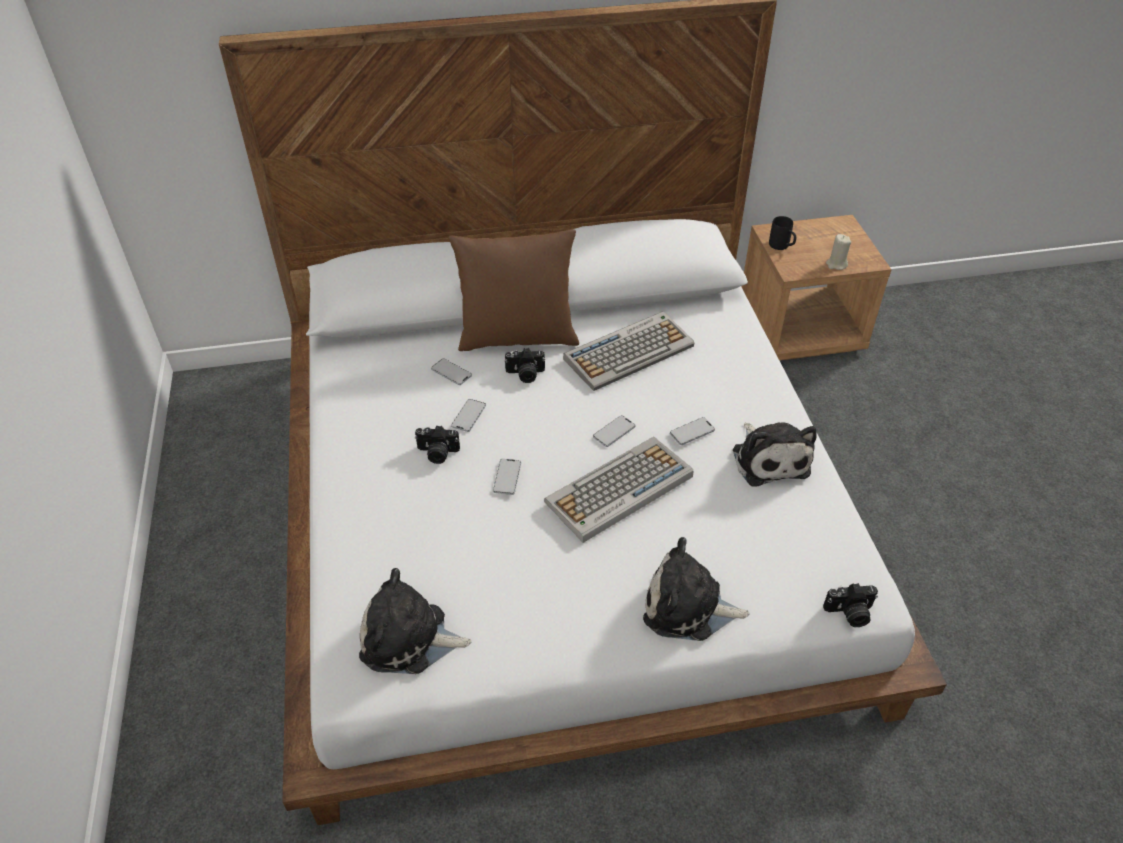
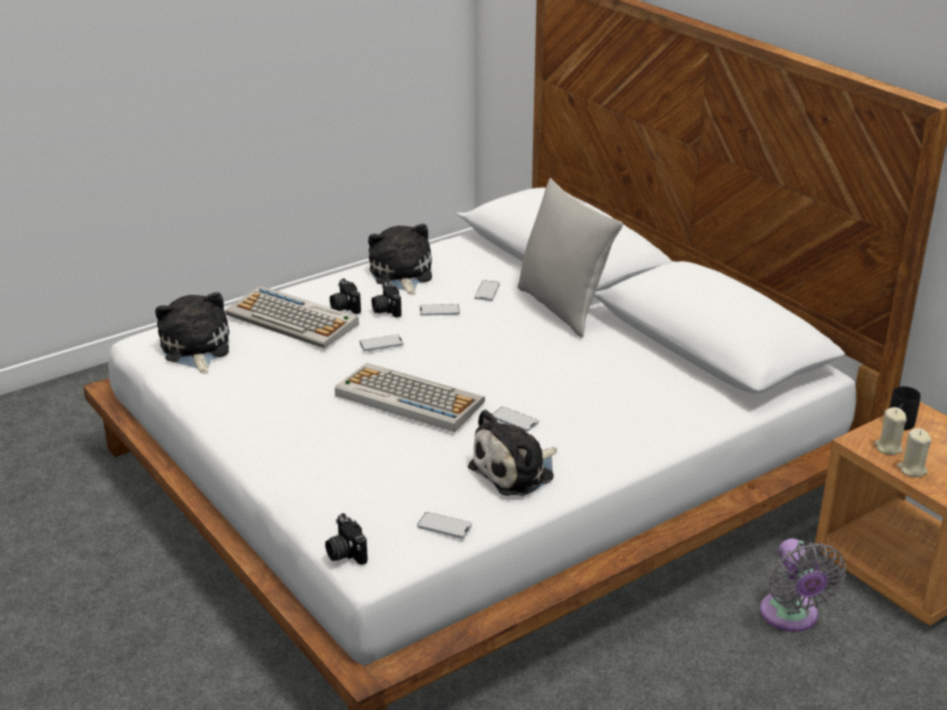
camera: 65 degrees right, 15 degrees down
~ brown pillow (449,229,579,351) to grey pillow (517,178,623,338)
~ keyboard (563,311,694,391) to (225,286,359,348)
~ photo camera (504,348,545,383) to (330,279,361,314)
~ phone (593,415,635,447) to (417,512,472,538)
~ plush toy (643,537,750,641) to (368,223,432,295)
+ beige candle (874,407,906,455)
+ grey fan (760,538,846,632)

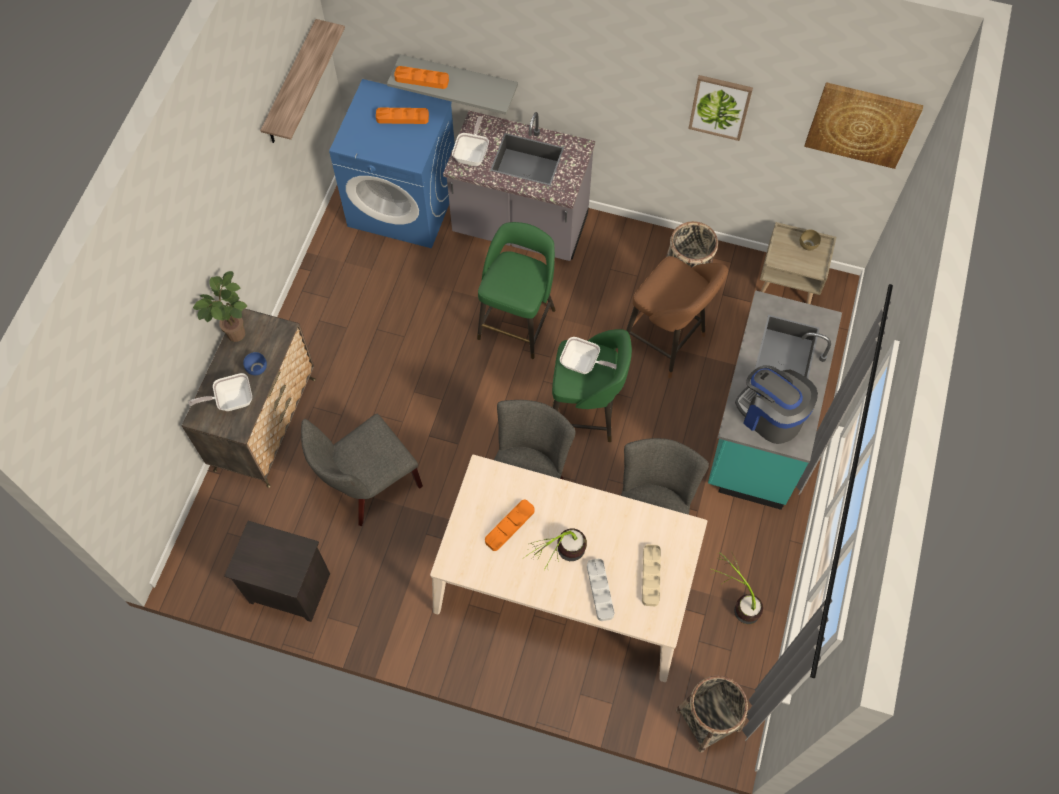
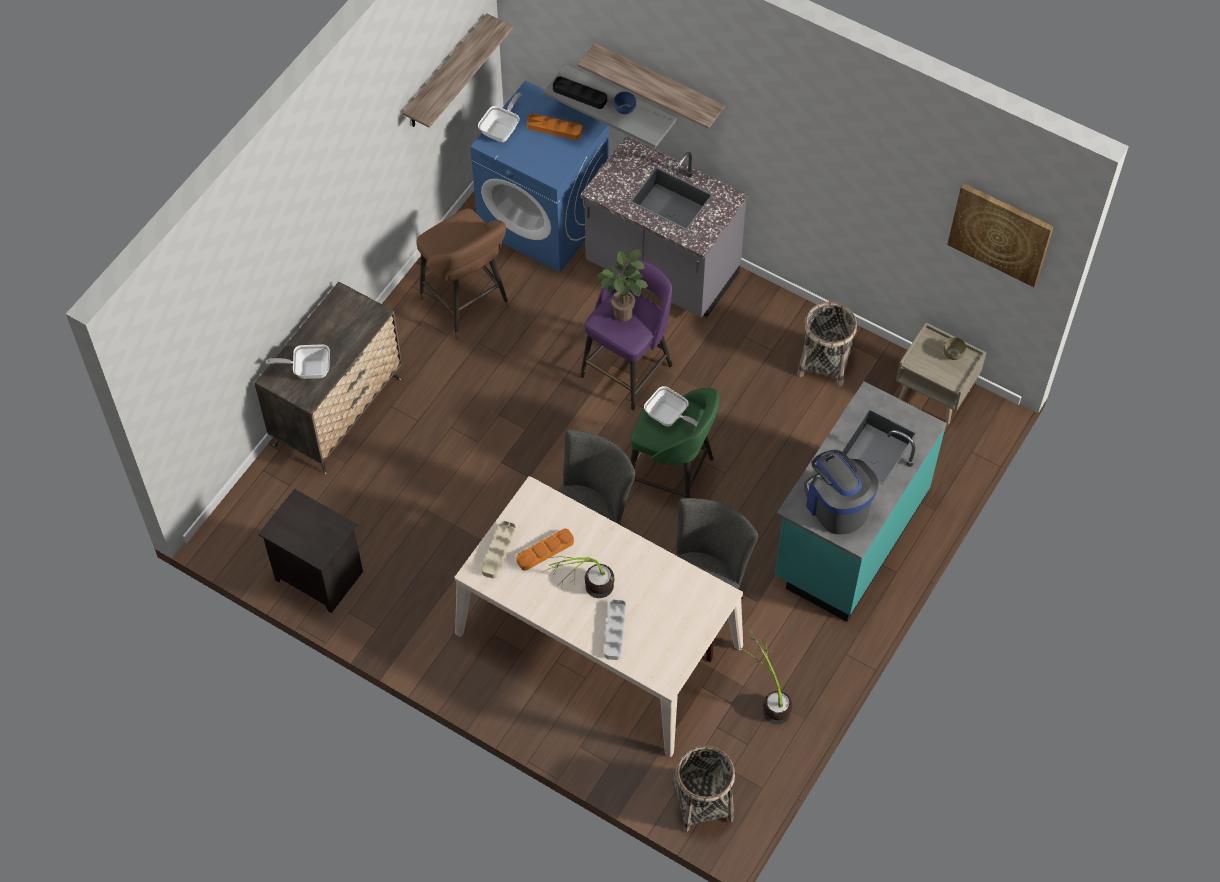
camera: 15 degrees right, 5 degrees down
~ orange tray (394,66,449,89) to black tray (553,76,607,109)
- picture (688,75,753,141)
~ frying pan (452,116,489,166) to (478,93,522,142)
~ green stool (477,222,556,359) to purple stool (580,259,672,410)
~ brown stool (626,256,728,378) to (416,209,510,340)
~ potted plant (193,271,247,342) to (597,249,648,322)
~ blue bowl (243,352,267,375) to (614,91,636,114)
- grey chair (301,414,423,526)
~ beige tray (642,544,661,606) to (481,521,516,578)
+ shelf (578,43,725,129)

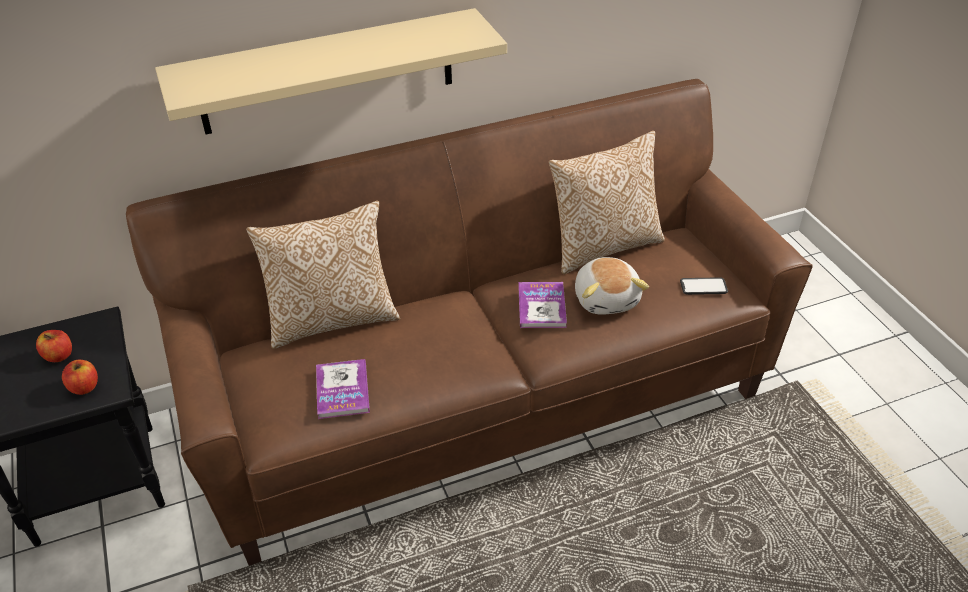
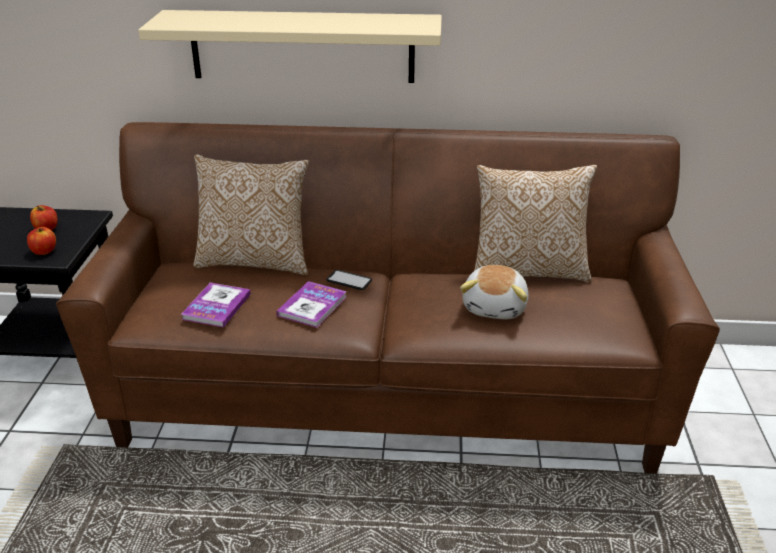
camera: 25 degrees right, 10 degrees down
~ phone (680,277,728,295) to (326,270,372,290)
~ book (518,282,567,328) to (277,281,347,328)

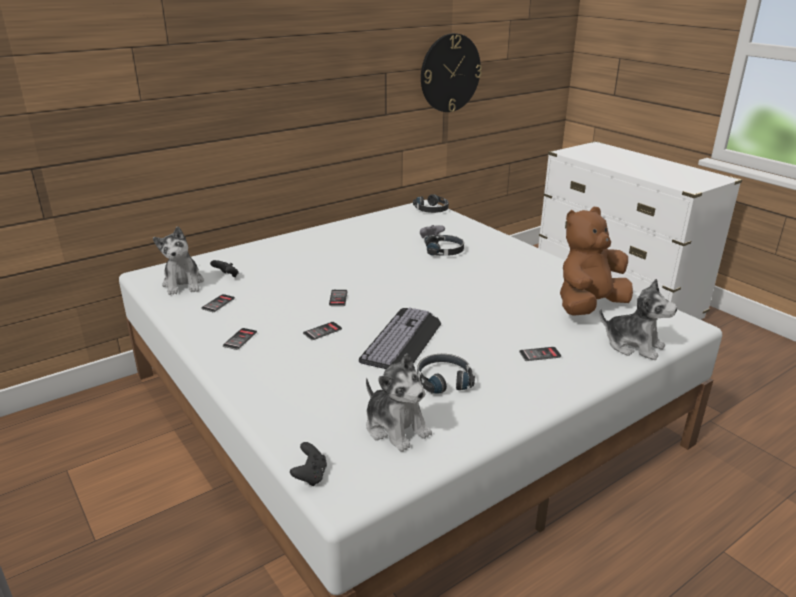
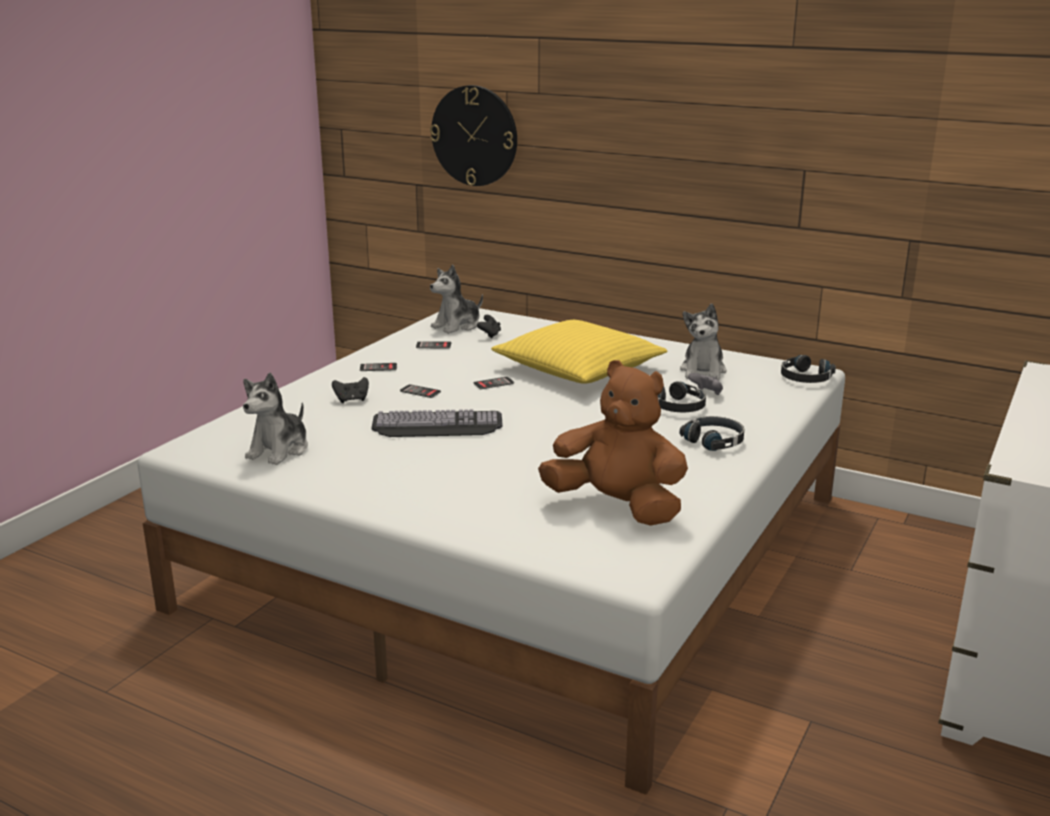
camera: 65 degrees right, 5 degrees down
~ wall clock (421,33,482,112) to (430,85,517,186)
~ plush toy (600,279,677,360) to (680,304,727,381)
- phone (519,347,561,361)
~ black headphones (417,354,475,394) to (679,416,744,451)
~ black game controller (290,442,327,486) to (332,377,369,403)
+ yellow pillow (491,320,668,384)

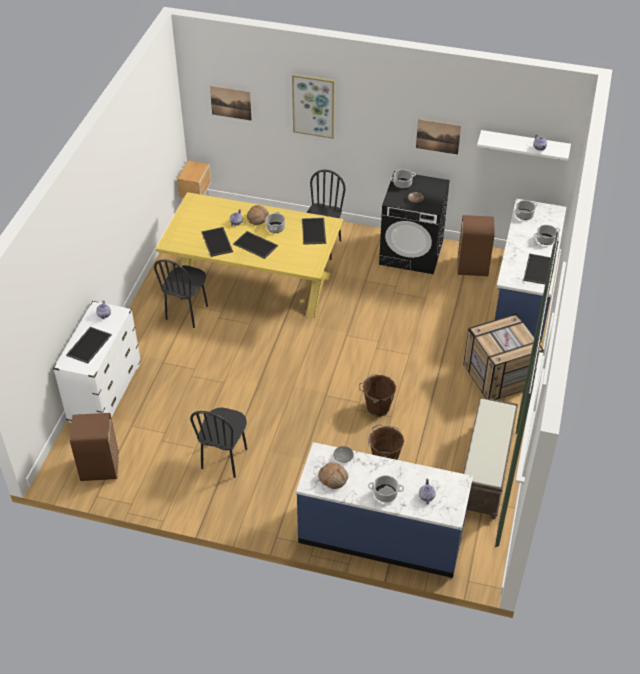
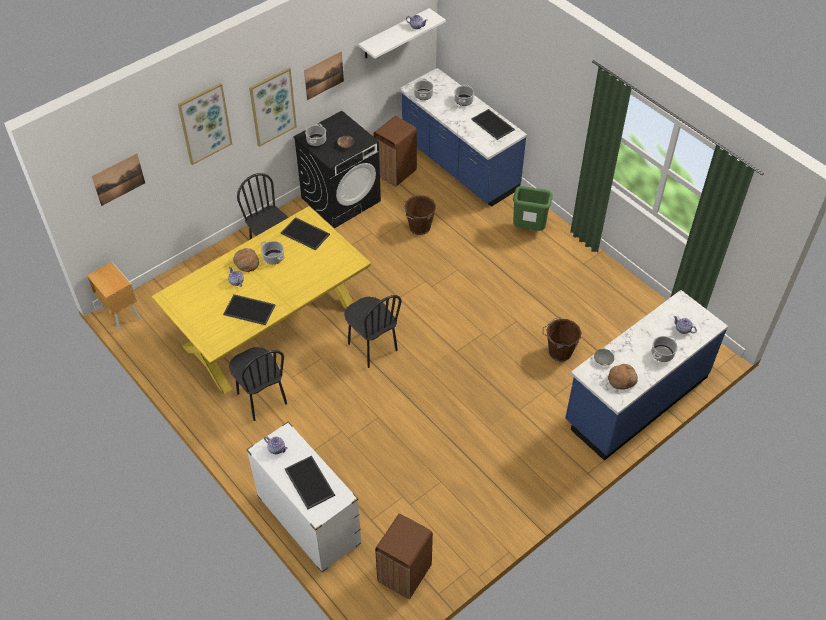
camera: 55 degrees left, 5 degrees up
- tray (233,231,278,259)
~ crate (463,313,544,400) to green trash can (513,186,553,231)
~ brown bucket (359,374,396,417) to (403,195,436,235)
- brown bench (463,397,518,519)
~ black chair (190,407,247,478) to (344,295,401,368)
+ picture (249,68,297,147)

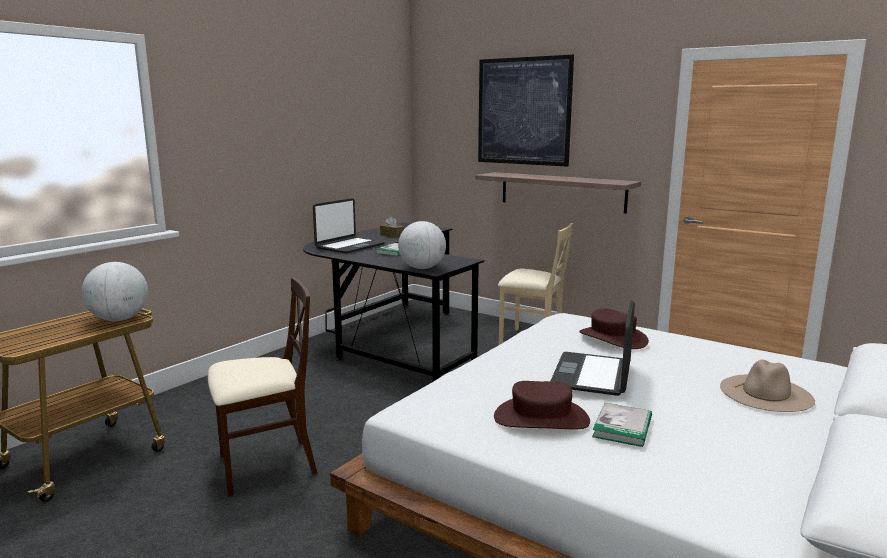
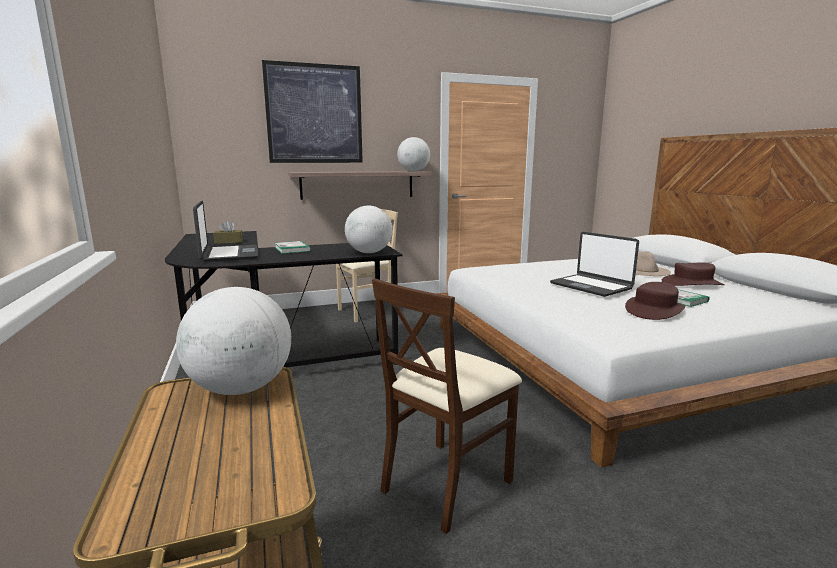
camera: 55 degrees left, 0 degrees up
~ beige chair (208,278,318,497) = (372,279,522,534) 150 degrees counterclockwise
~ brown hat (579,308,649,349) to (662,262,725,286)
+ globe (397,137,430,171)

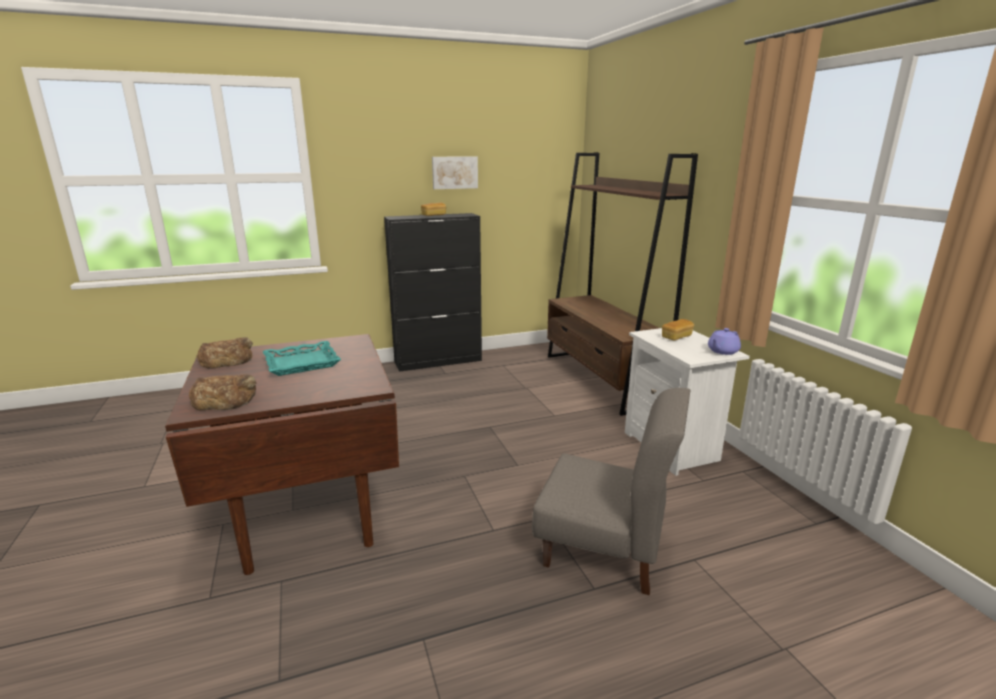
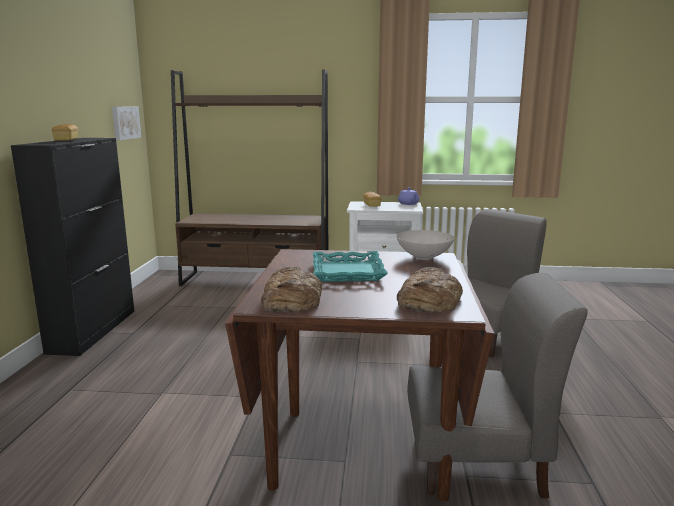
camera: 65 degrees left, 5 degrees down
~ picture (432,156,478,189) to (112,107,141,140)
+ white bowl (396,230,455,260)
+ grey chair (407,273,588,498)

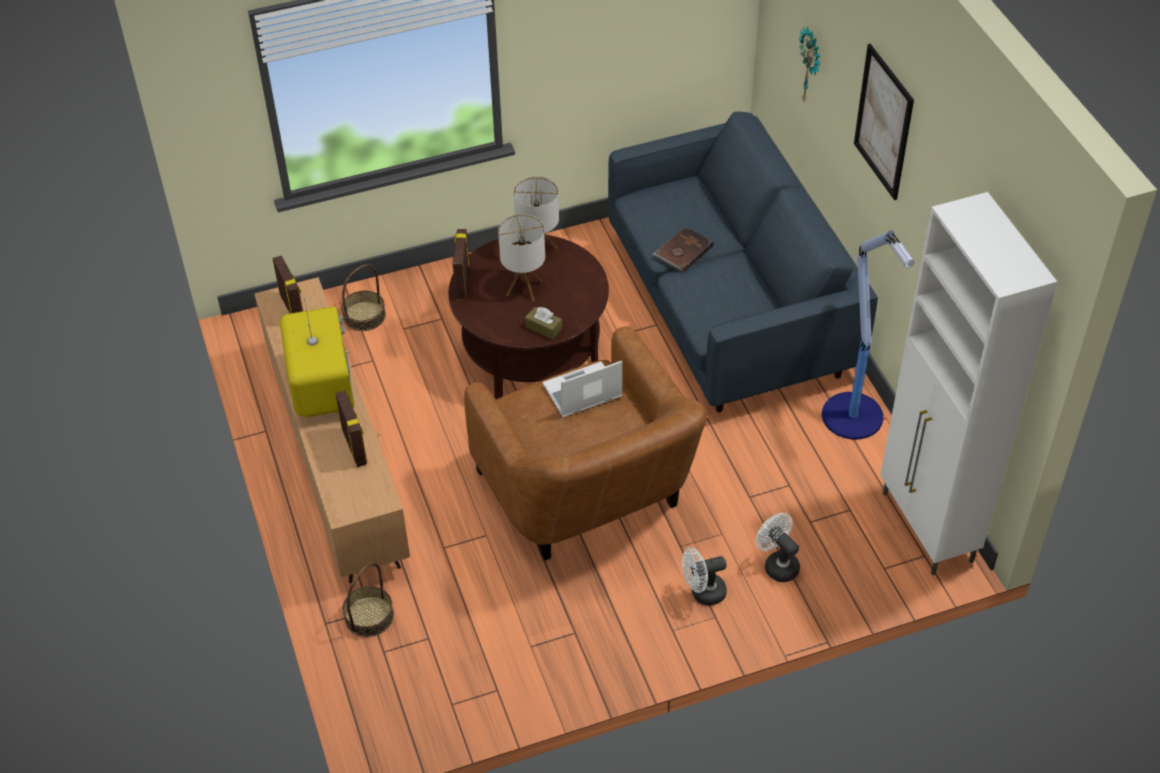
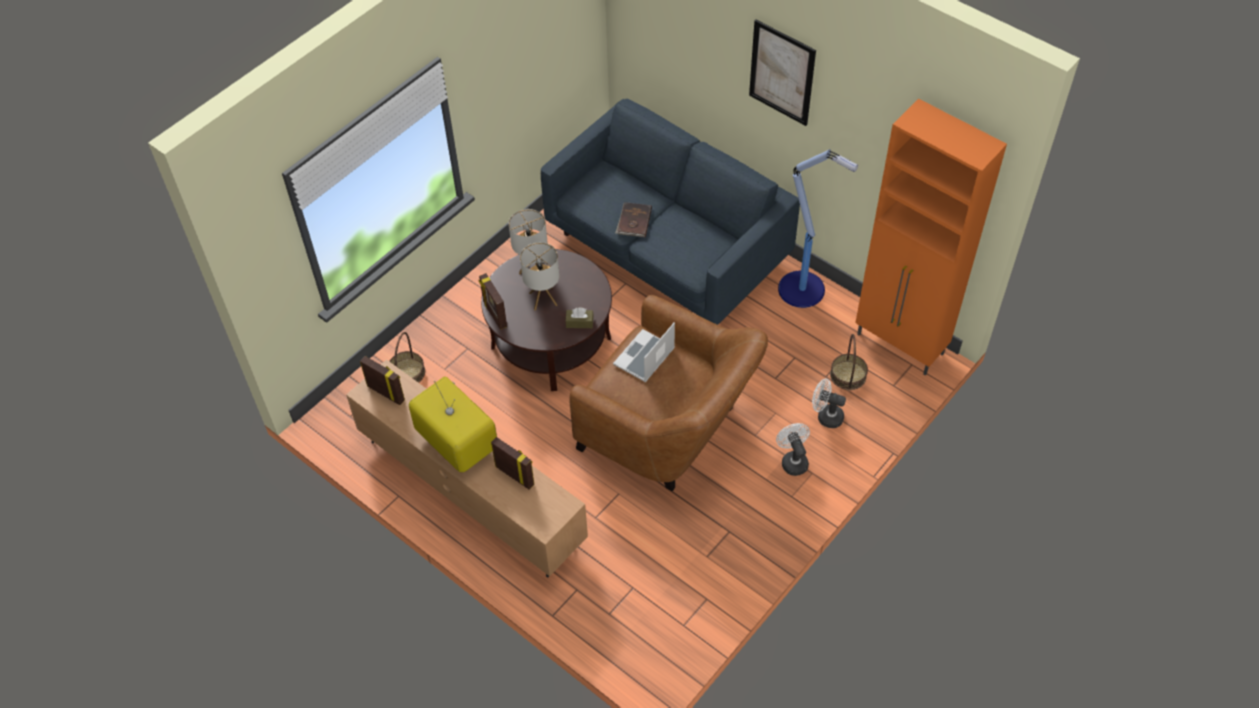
camera: 30 degrees left, 5 degrees up
- wall clock (799,26,820,101)
~ white cabinet (880,192,1057,575) to orange cabinet (855,99,1007,375)
~ white fan (682,547,727,606) = (776,423,810,476) 120 degrees clockwise
~ basket (342,562,394,637) to (830,334,868,390)

